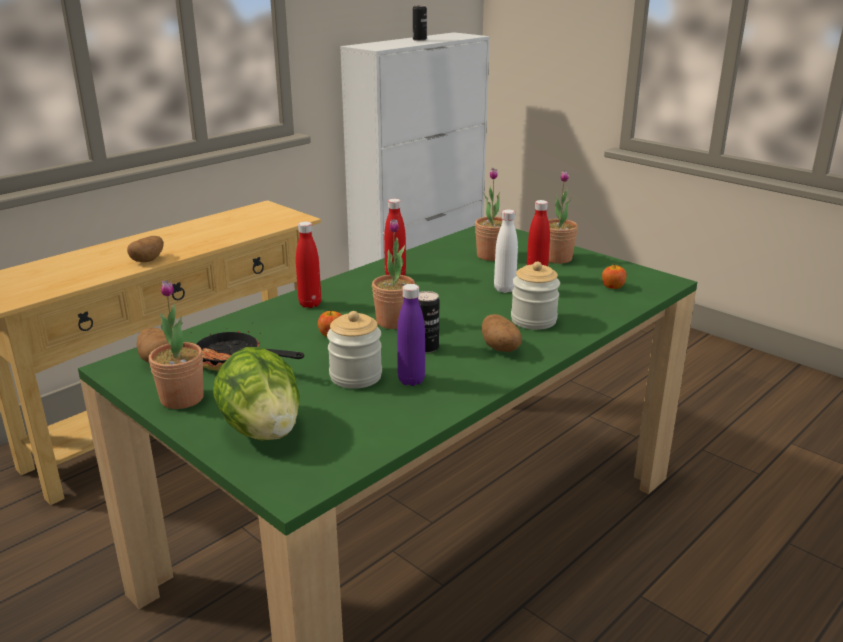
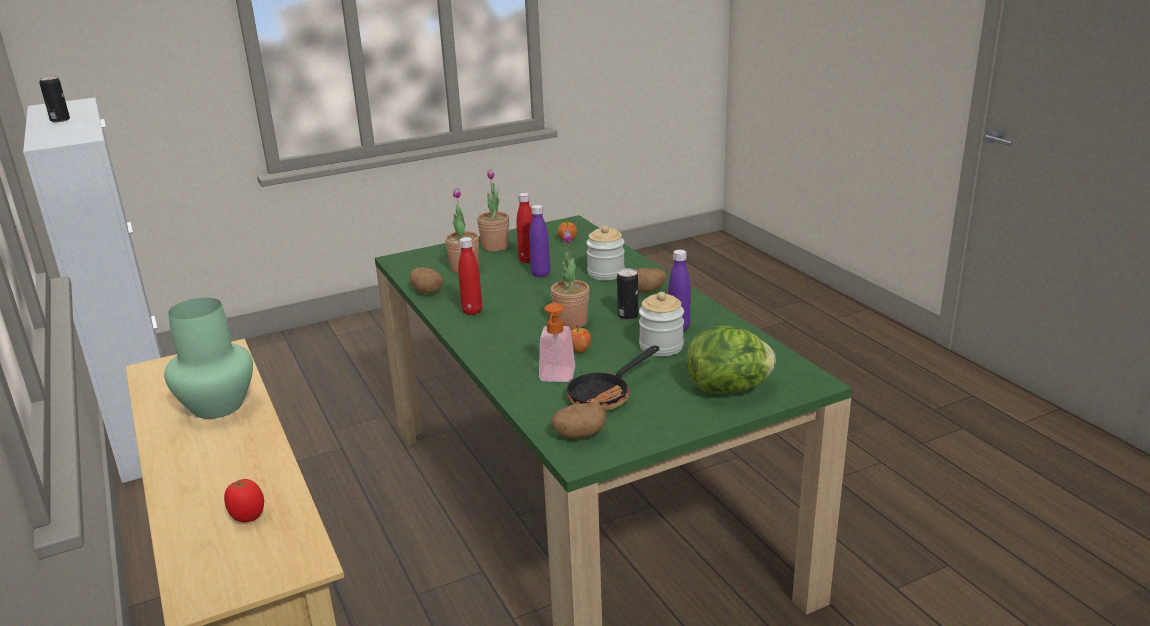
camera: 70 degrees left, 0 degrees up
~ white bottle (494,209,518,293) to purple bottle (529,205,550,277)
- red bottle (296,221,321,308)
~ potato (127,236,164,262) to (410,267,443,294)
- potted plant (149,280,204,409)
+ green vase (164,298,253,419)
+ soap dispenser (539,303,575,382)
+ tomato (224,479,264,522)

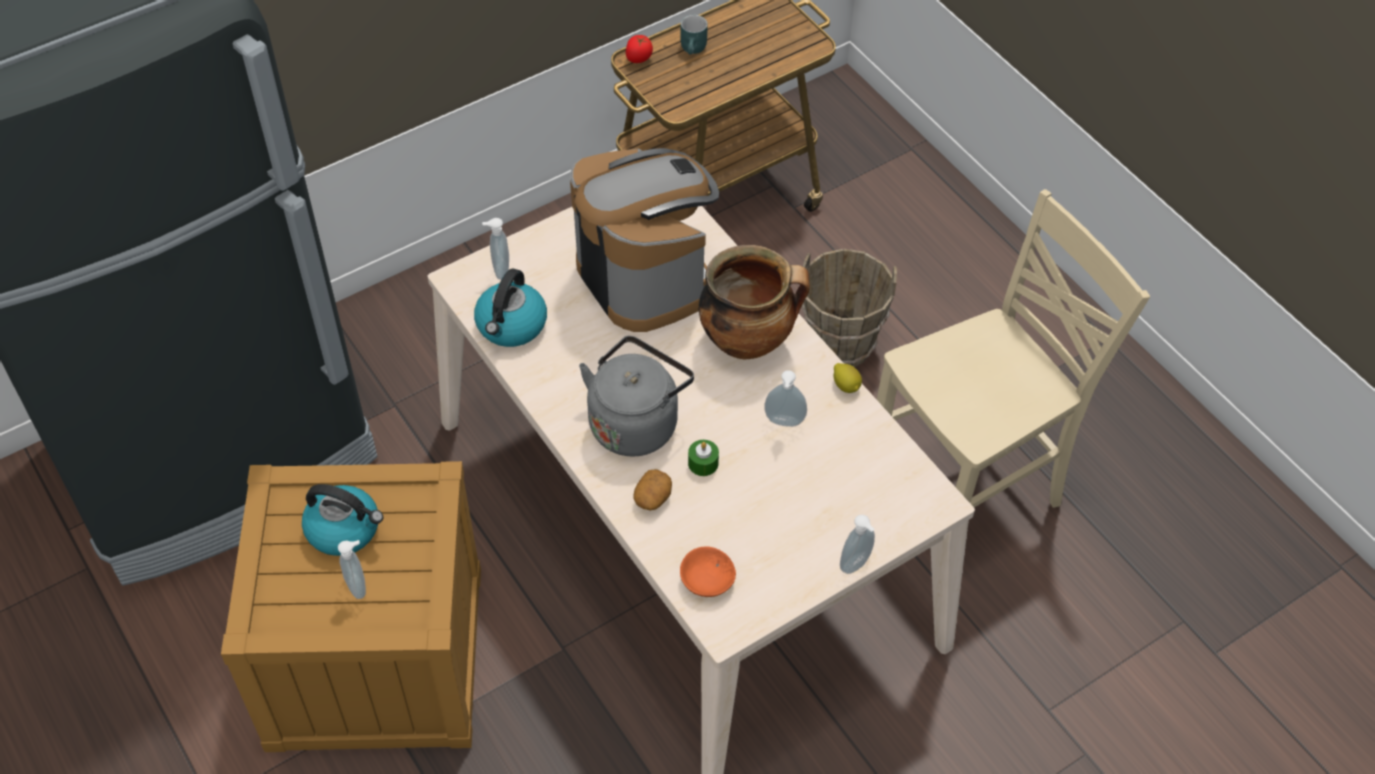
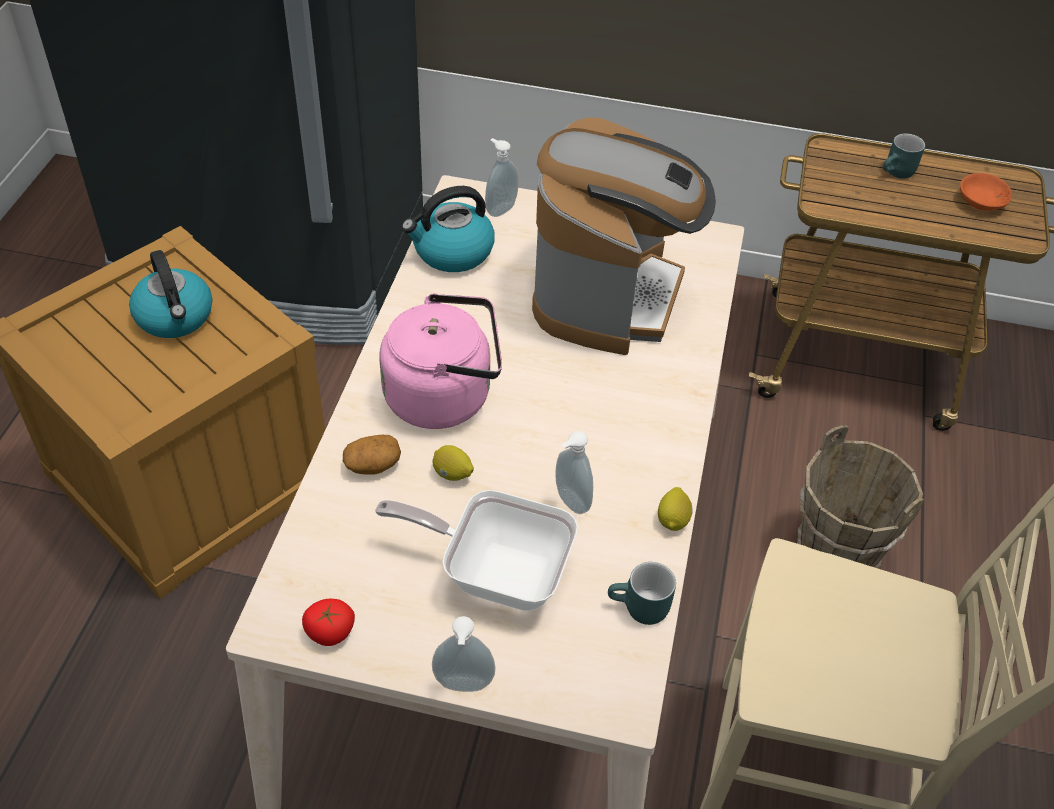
camera: 45 degrees right, 5 degrees down
~ tomato (626,35,653,63) to (302,599,355,646)
- cooking pot (699,245,810,359)
~ grey kettle (579,336,694,457) to pink kettle (379,293,502,429)
~ green candle (688,440,719,476) to lemon (433,445,474,481)
- soap dispenser (338,540,366,599)
~ orange bowl (680,546,736,597) to (960,173,1012,211)
+ frying pan (375,490,578,611)
+ turquoise mug (608,562,676,625)

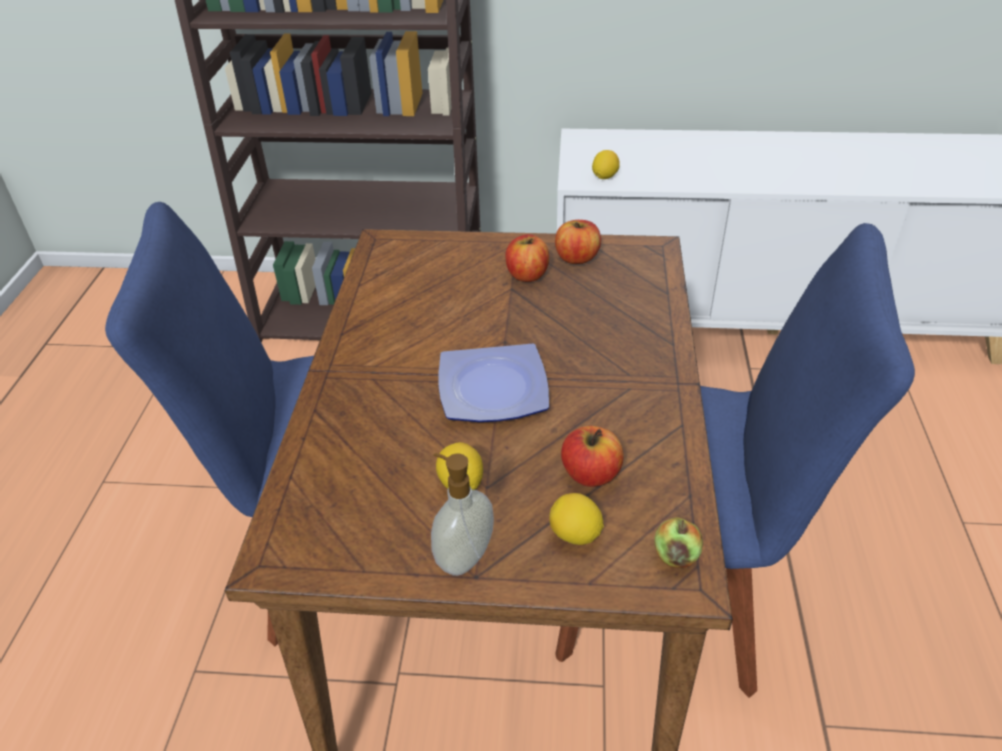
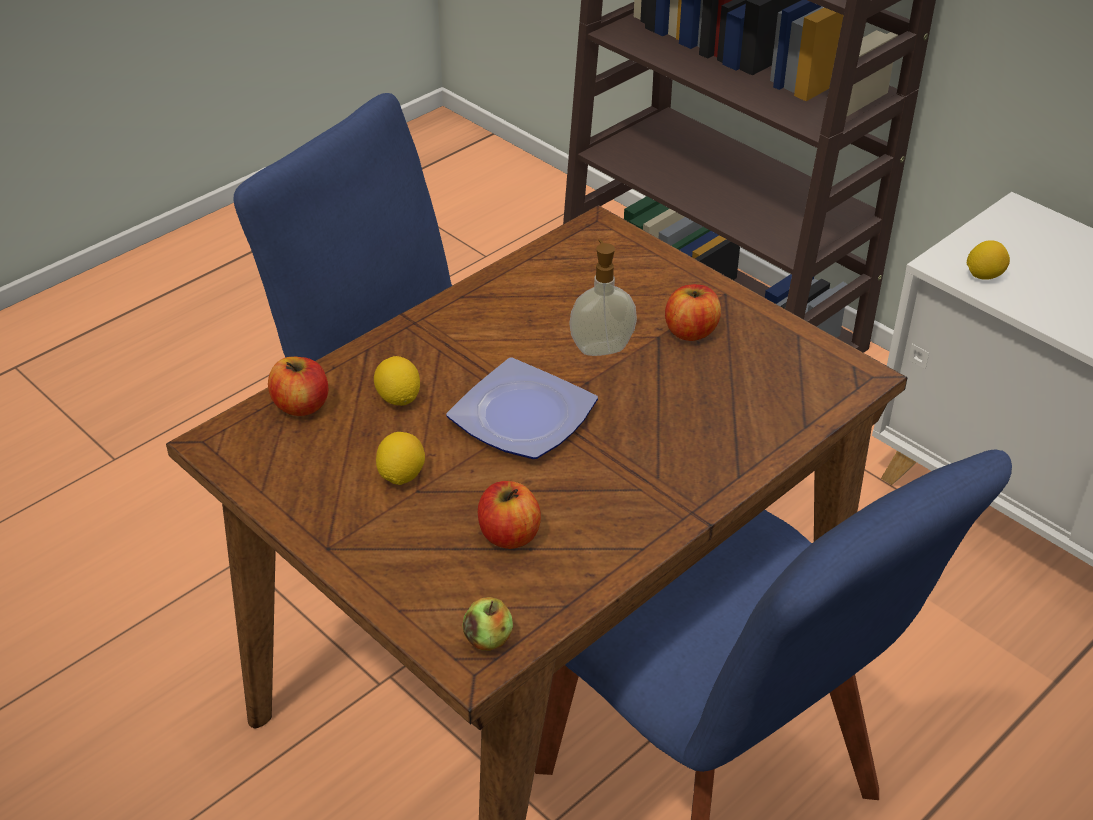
camera: 40 degrees right, 0 degrees up
~ apple (555,220,601,264) to (268,357,328,416)
~ soap dispenser (431,453,494,576) to (569,239,637,356)
~ lemon (549,493,604,545) to (374,356,420,406)

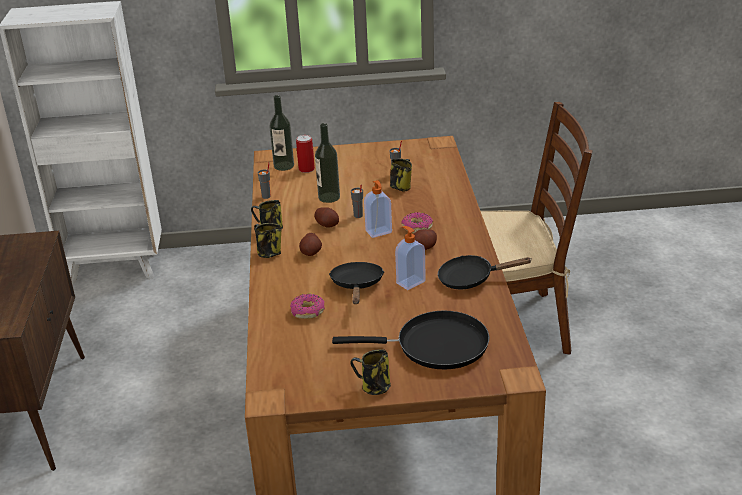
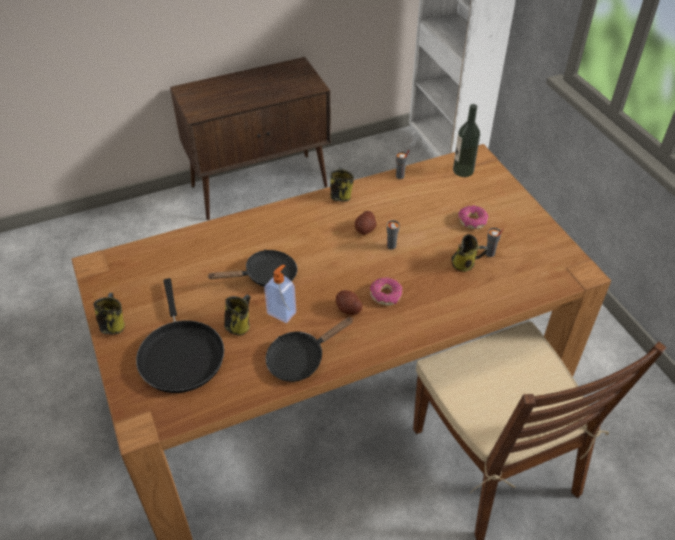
camera: 70 degrees right, 15 degrees up
- bottle (315,123,340,203)
- can (296,135,315,173)
- soap dispenser (364,180,392,238)
~ mug (254,223,282,258) to (224,294,251,336)
- potato (299,233,322,256)
~ black frying pan (438,255,531,289) = (266,317,353,382) 105 degrees counterclockwise
~ donut (290,294,325,319) to (458,205,488,229)

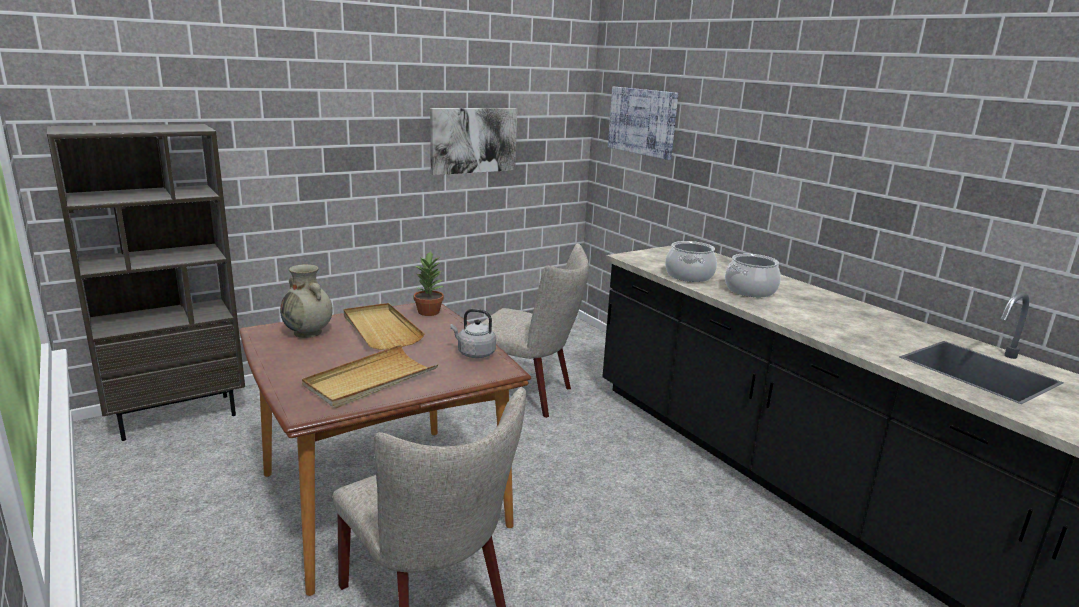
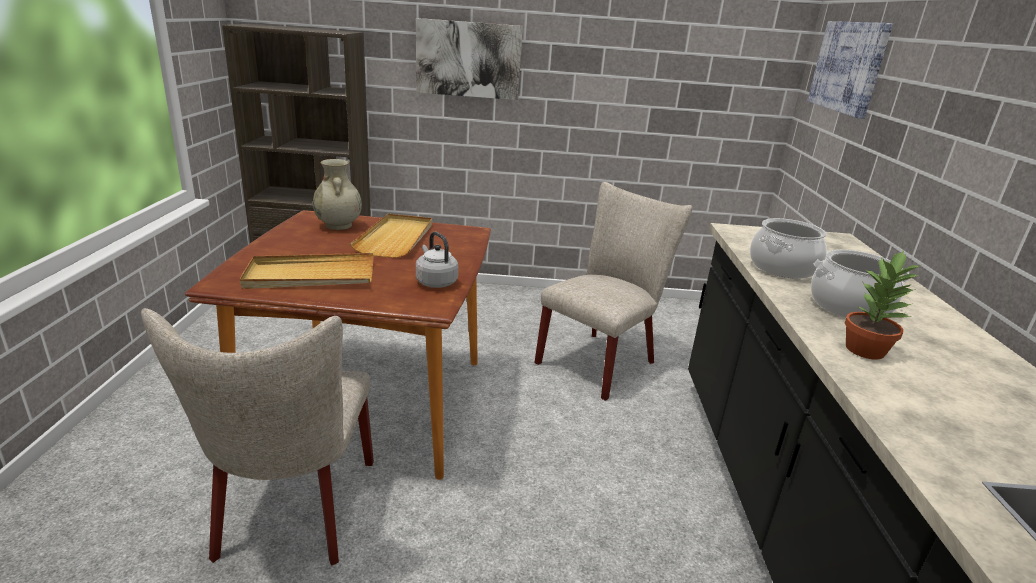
camera: 35 degrees right, 5 degrees up
~ picture (430,108,517,175) to (416,18,523,100)
~ beige chair (482,243,589,418) = (534,182,692,401) 105 degrees counterclockwise
~ potted plant (414,251,444,316) to (845,251,921,360)

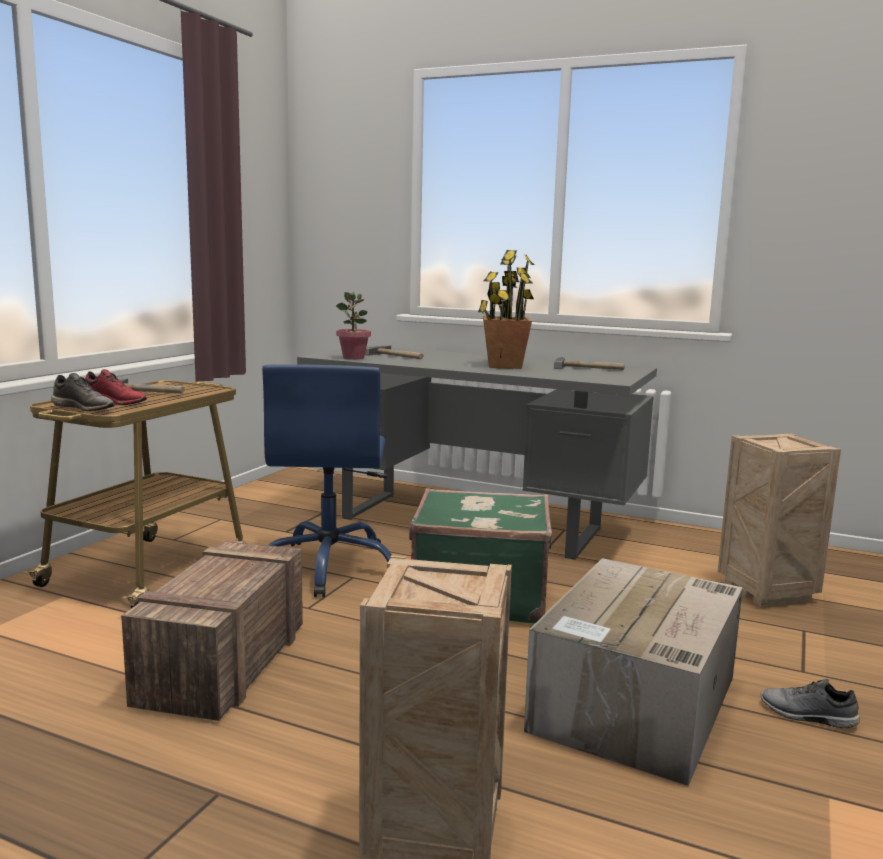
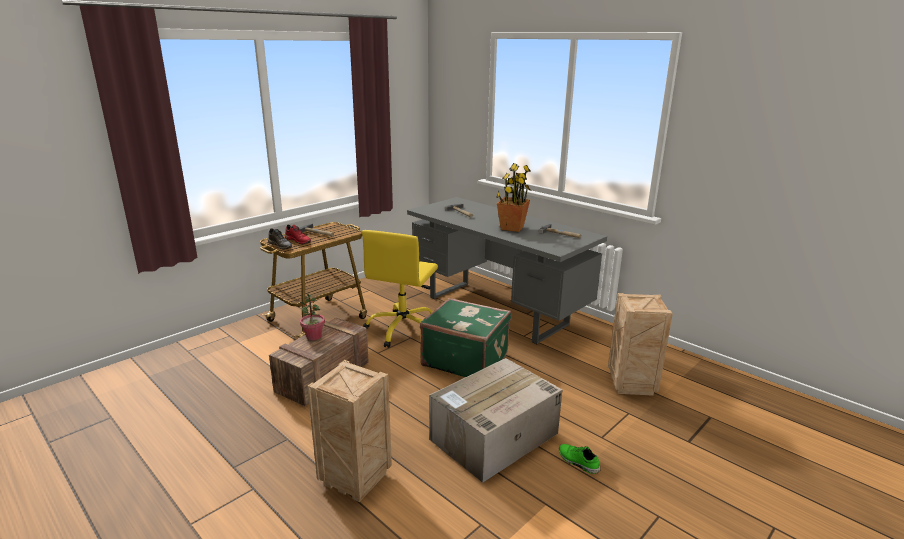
camera: 20 degrees right, 10 degrees up
~ potted plant (336,292,371,360) to (300,293,325,340)
~ blue office chair (262,364,392,597) to yellow office chair (362,230,438,348)
~ grey shoe (761,679,860,728) to green shoe (559,444,601,474)

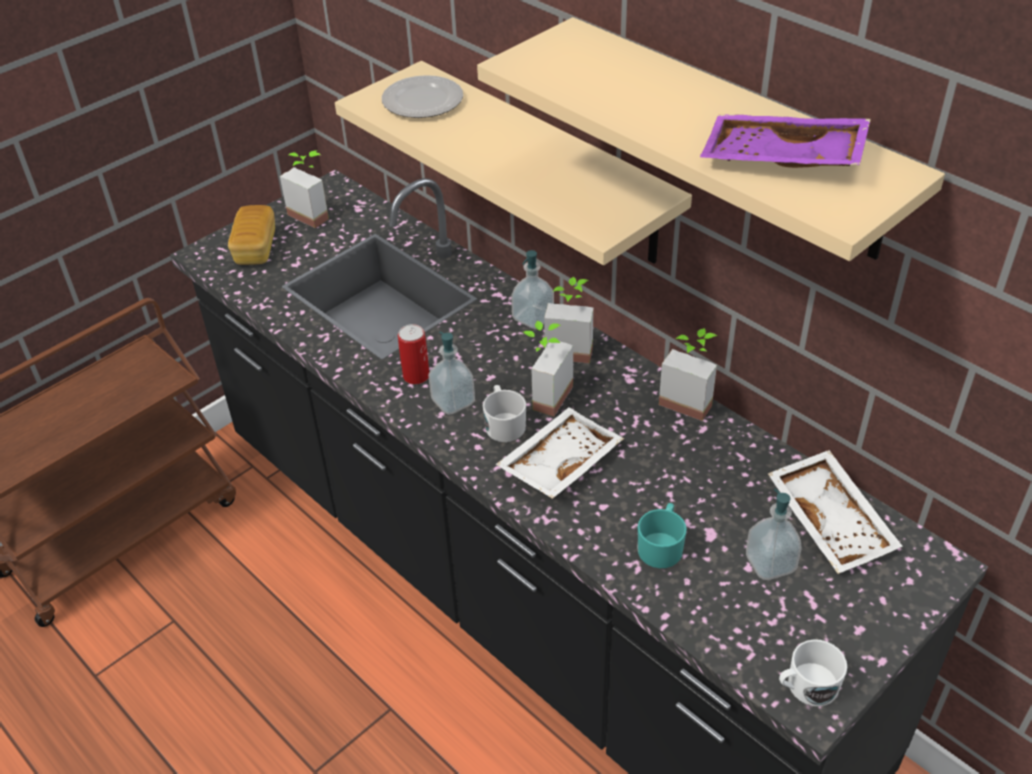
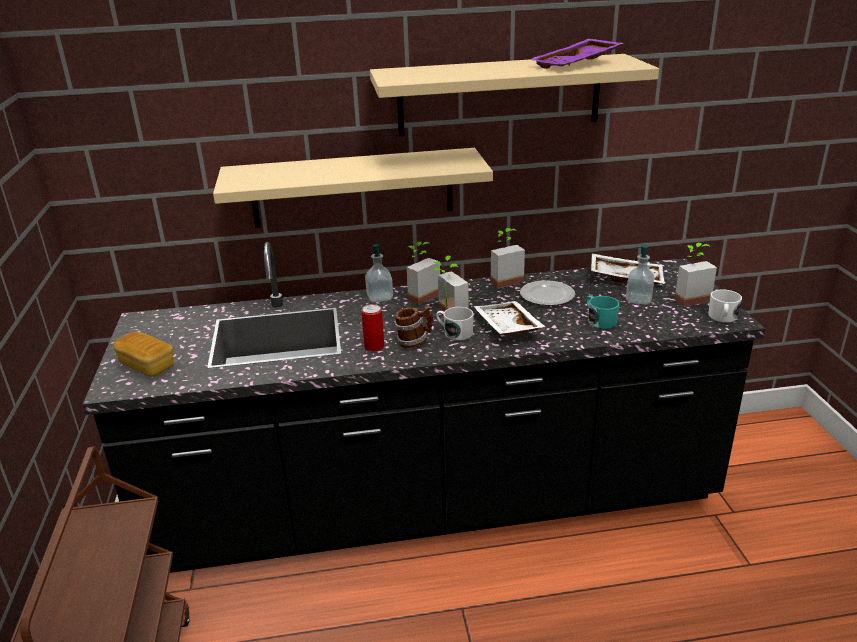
camera: 55 degrees left, 15 degrees down
~ plate (382,75,463,118) to (520,280,575,306)
~ potted plant (280,150,329,228) to (675,243,717,307)
~ soap dispenser (428,331,475,415) to mug (394,306,433,348)

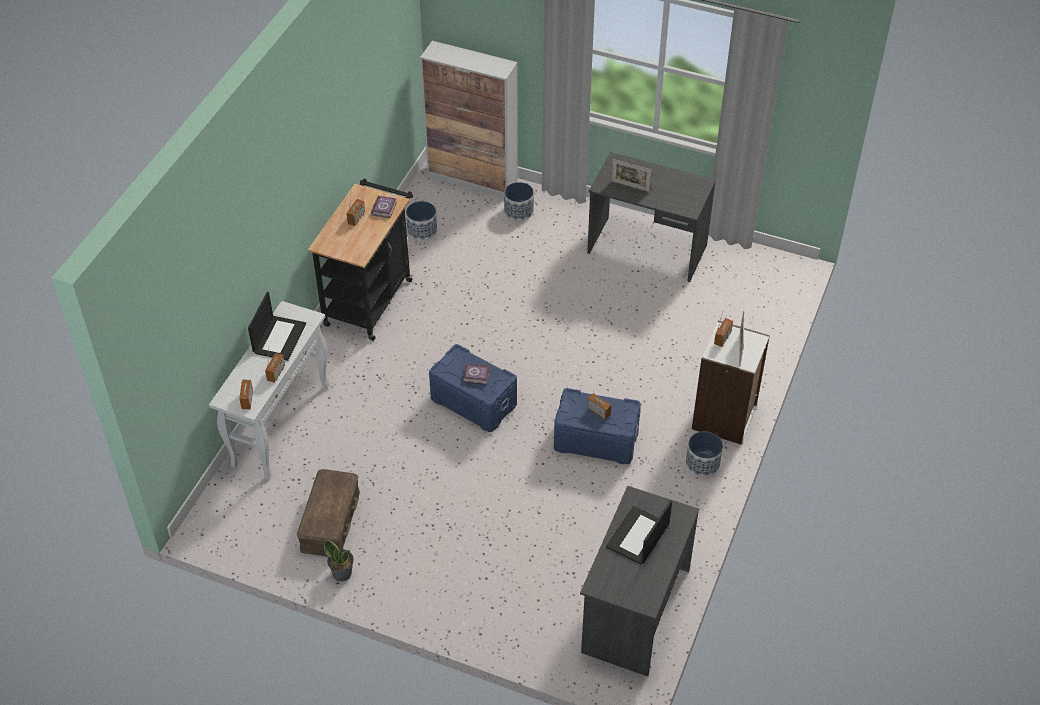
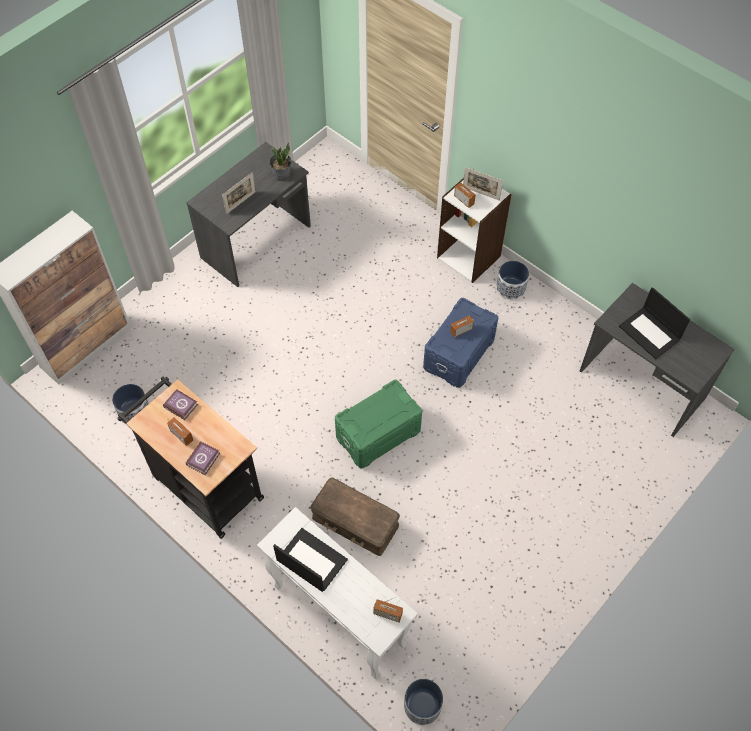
camera: 70 degrees left, 10 degrees up
~ planter (504,182,534,221) to (404,679,443,725)
~ blue storage box (429,344,517,432) to green storage box (335,380,422,468)
- radio (265,351,285,383)
~ book (463,363,490,385) to (186,441,220,475)
~ brown storage box (297,469,360,557) to (310,478,400,556)
~ potted plant (324,541,354,582) to (269,143,292,182)

